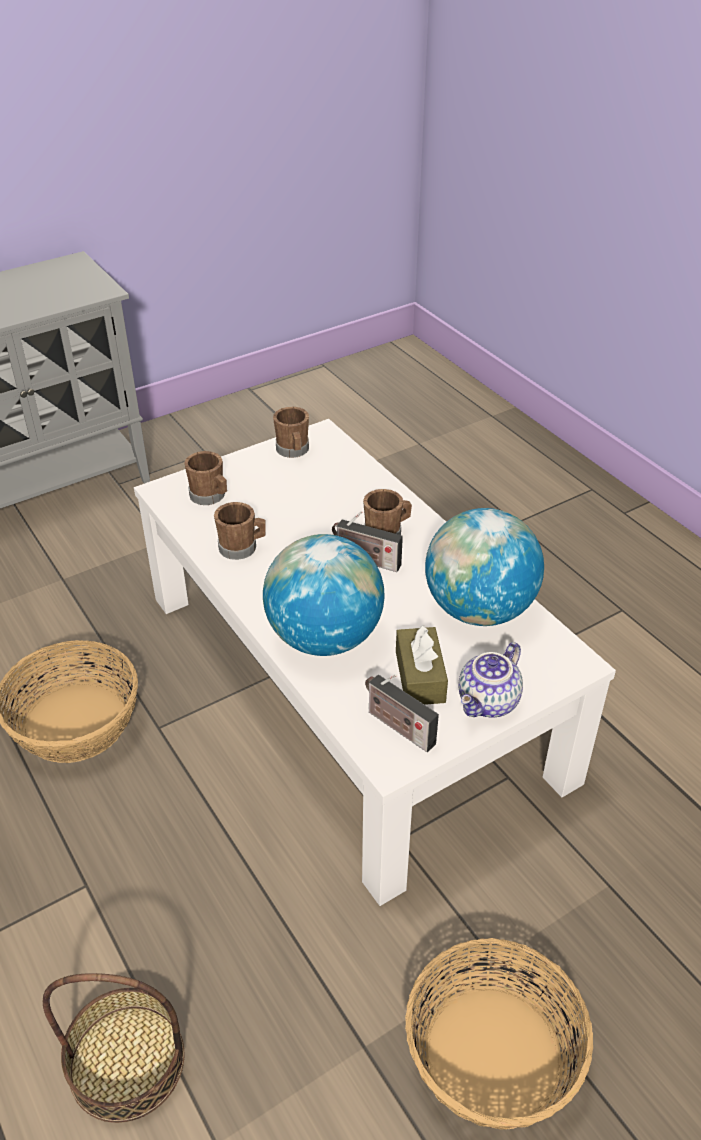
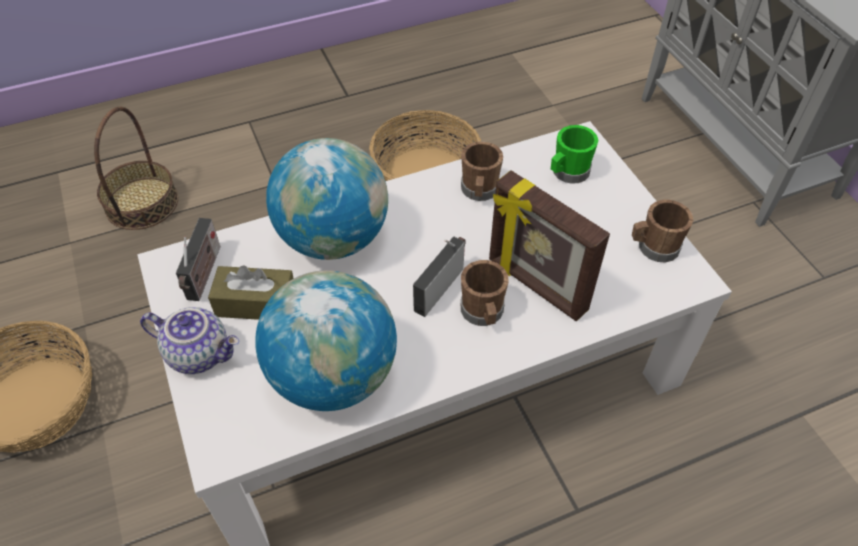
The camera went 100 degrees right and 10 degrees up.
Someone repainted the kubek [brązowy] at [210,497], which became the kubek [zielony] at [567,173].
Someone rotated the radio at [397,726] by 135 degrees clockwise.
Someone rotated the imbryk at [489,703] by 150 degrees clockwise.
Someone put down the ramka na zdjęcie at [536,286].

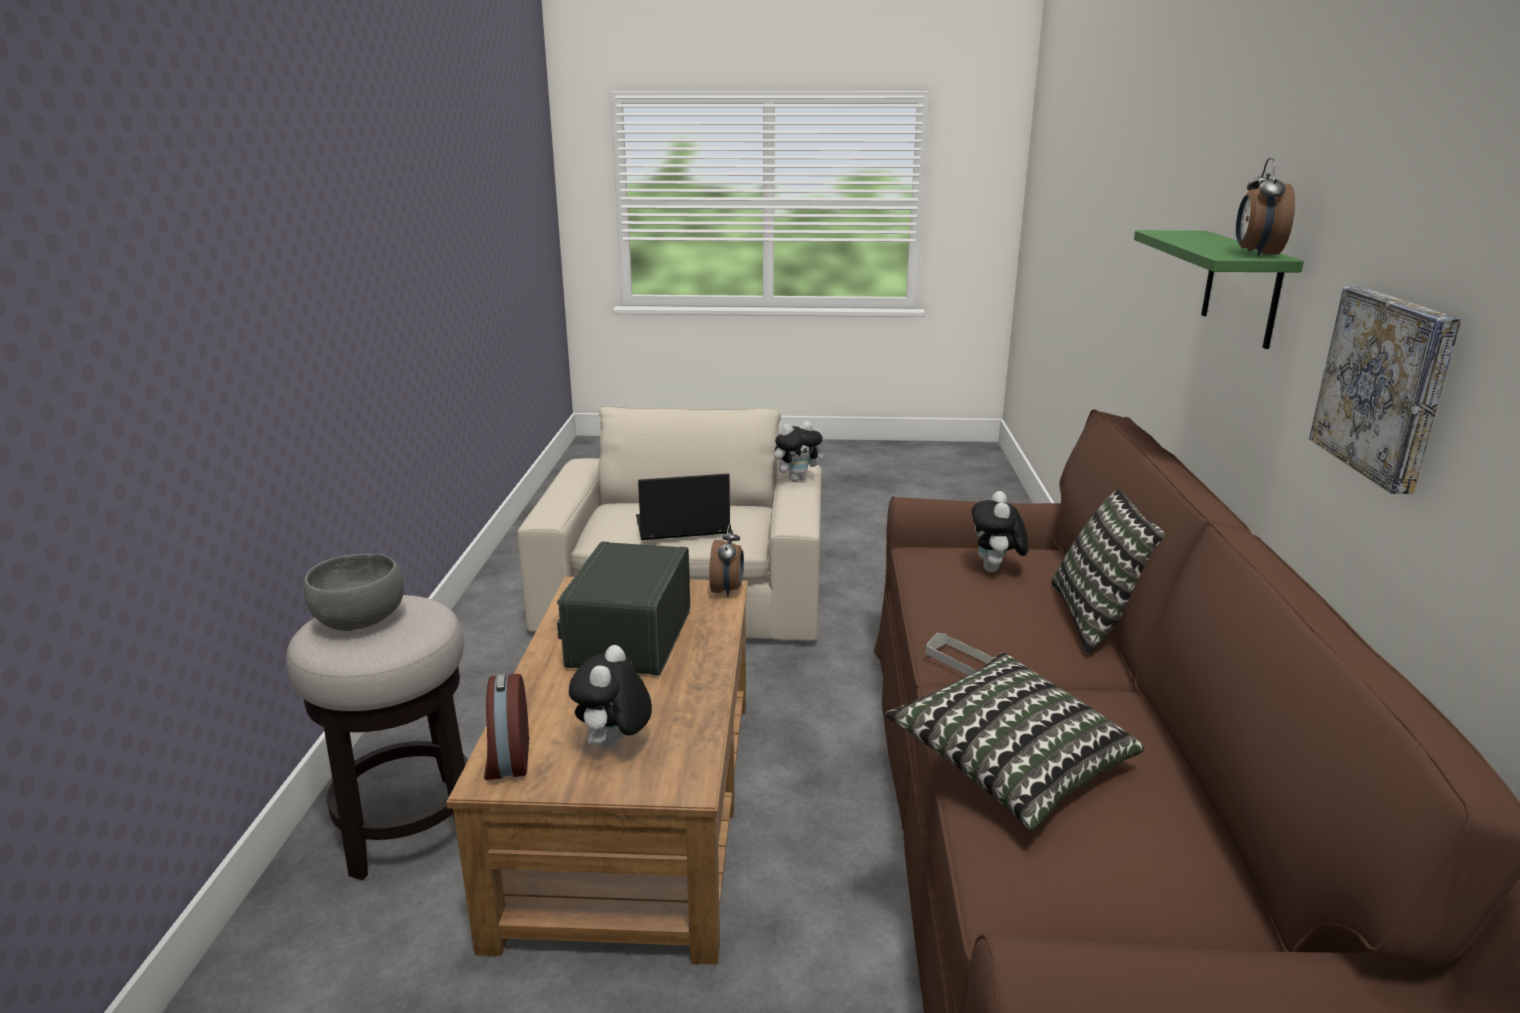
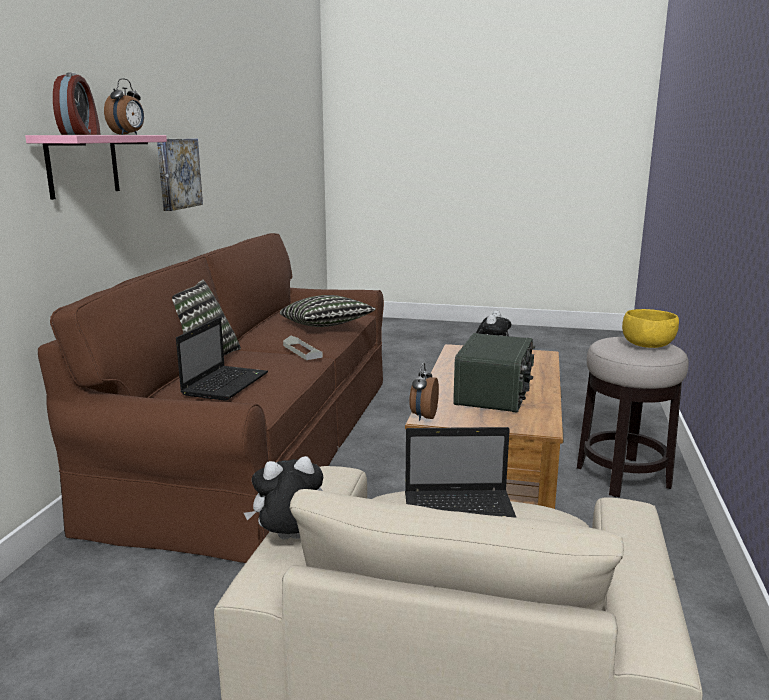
The camera went 170 degrees left and 5 degrees down.
Someone repainted the miska [szary] at [361,620], which became the miska [żółty] at [647,346].
Someone carried the budzik from [507,759] to [81,134].
Someone swapped the pluszak at [995,570] for the laptop at [226,383].
Someone repainted the półka [zielony] at [1241,288], which became the półka [różowy] at [83,165].

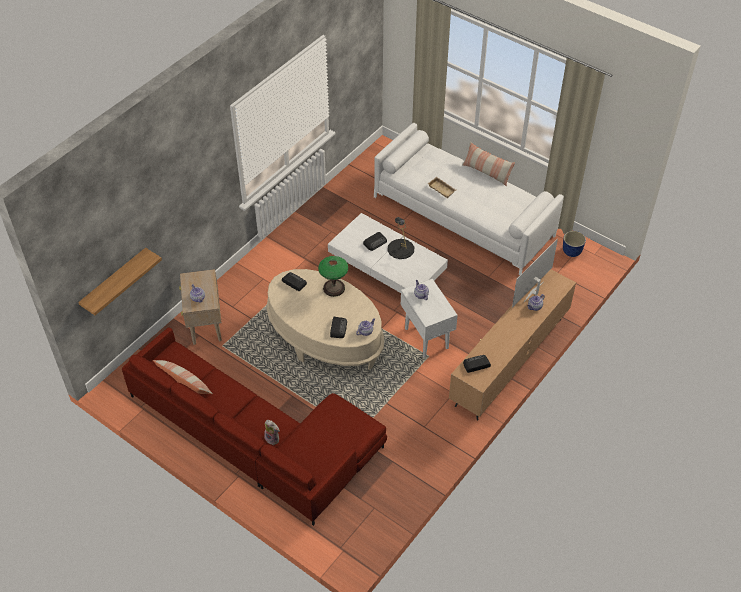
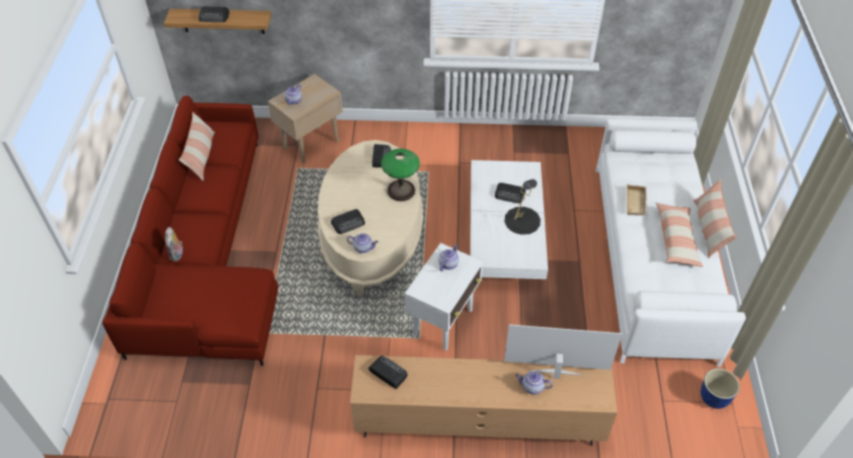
The camera went 55 degrees right and 0 degrees up.
Someone put down the radio at [214,17].
Someone put down the poduszka at [676,240].

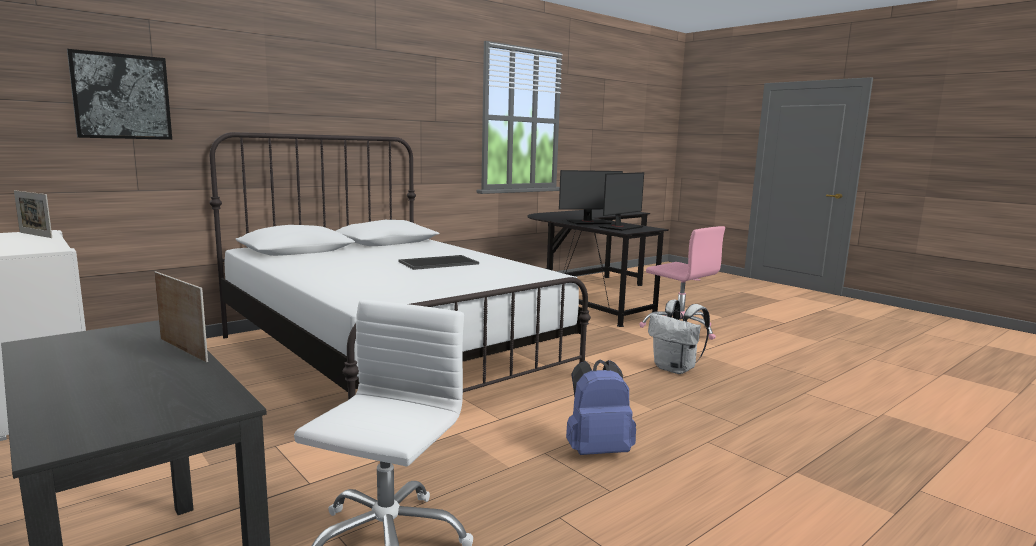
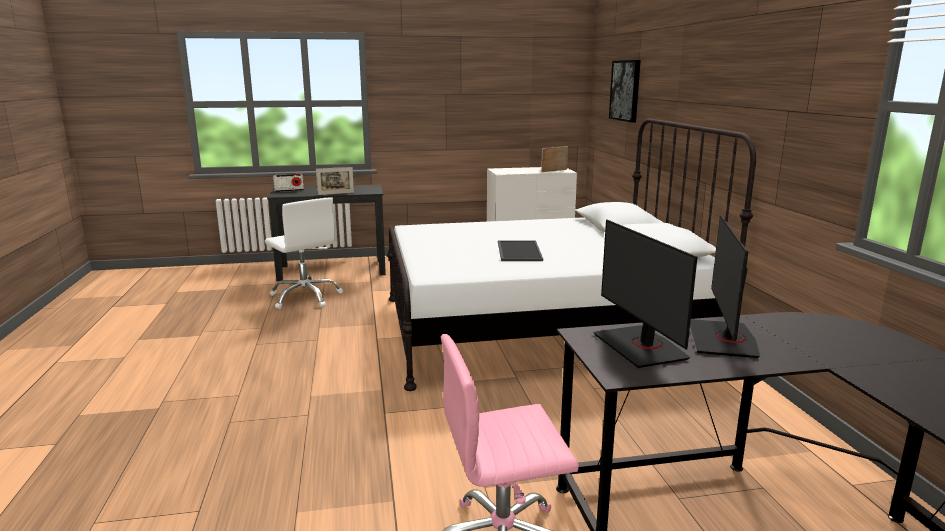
The camera went 120 degrees right and 5 degrees up.
Someone took away the plecak [niebieski] at [596,450].
Someone took away the plecak [biały] at [676,369].
Someone put down the radio at [289,191].

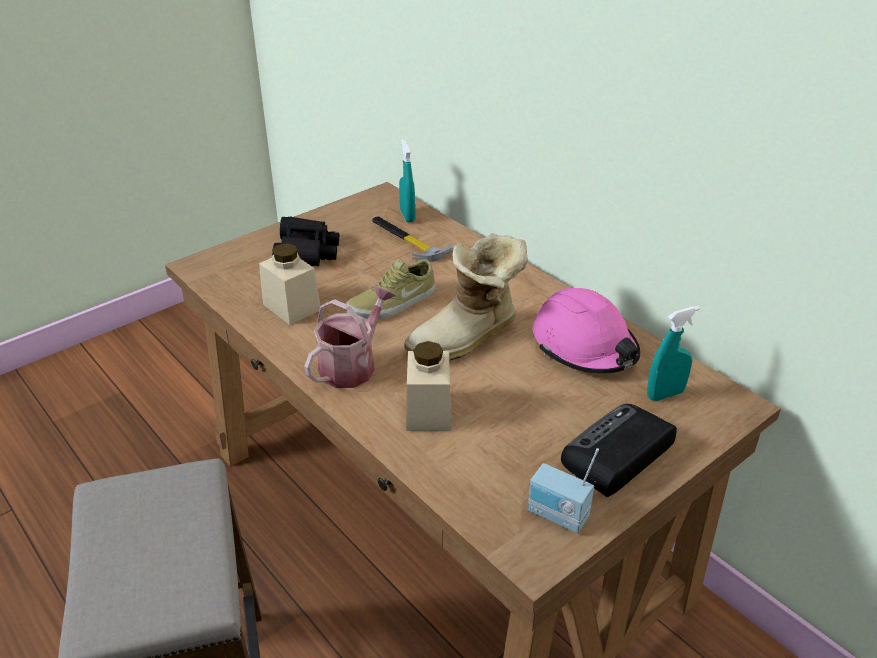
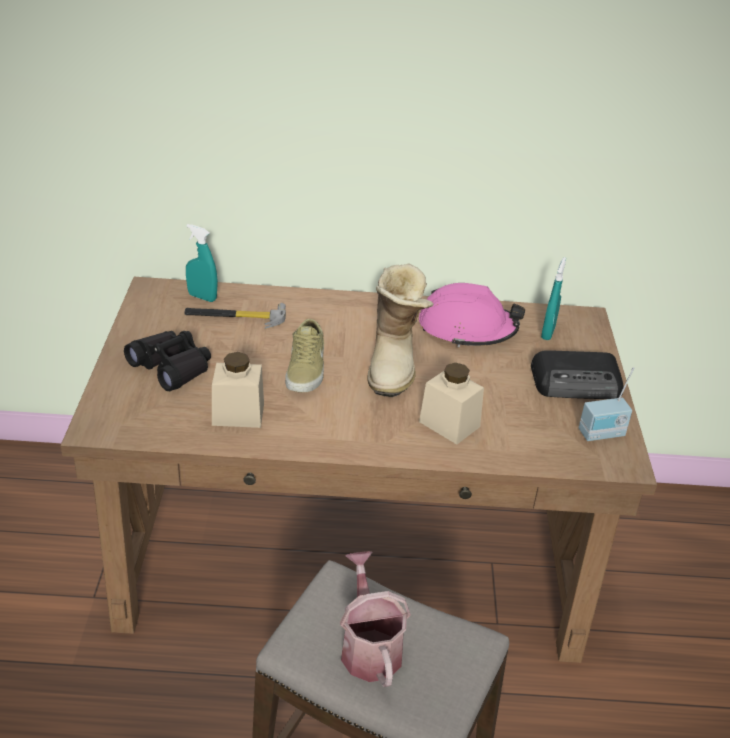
The camera went 50 degrees left and 0 degrees up.
Someone carried the konewka from [352,365] to [369,646].
Someone rotated the radio at [616,455] by 90 degrees counterclockwise.

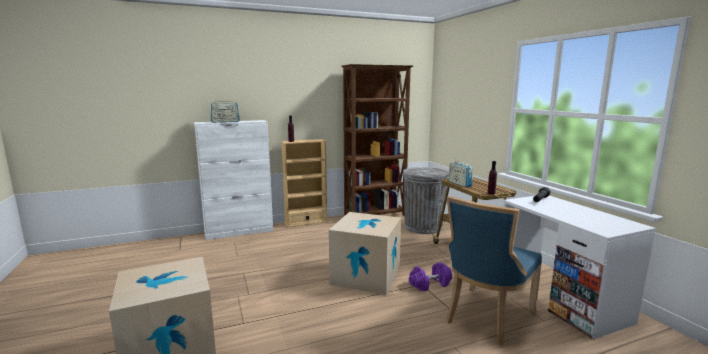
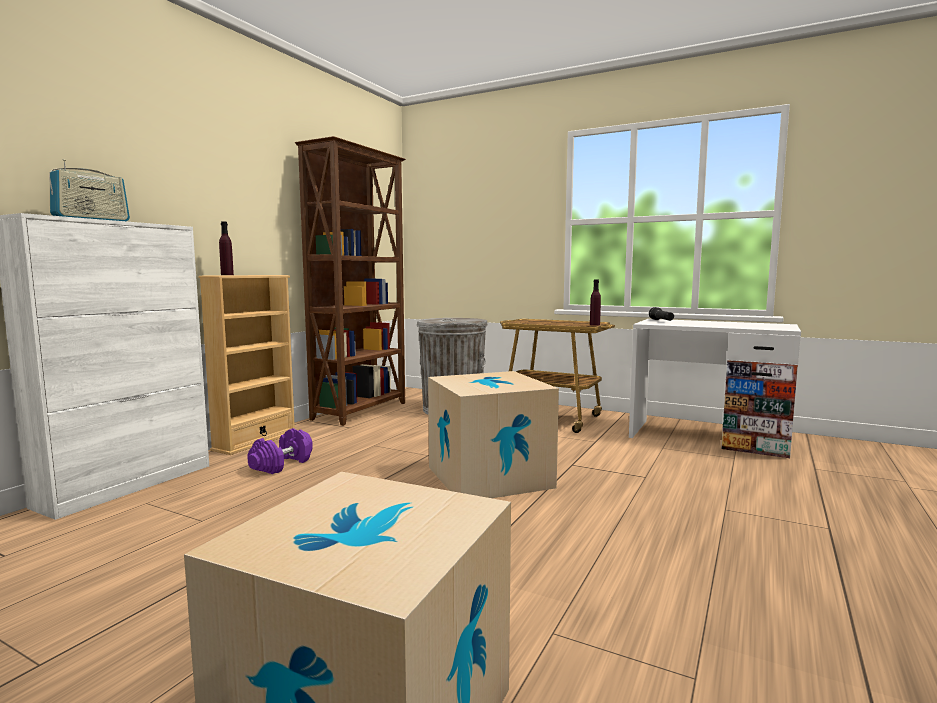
The camera went 40 degrees left and 5 degrees down.
Someone carried the hantel [fioletowy] from [430,284] to [282,465].
Someone took away the krzesło [niebieski] at [486,317].
Someone took away the radio at [459,184].

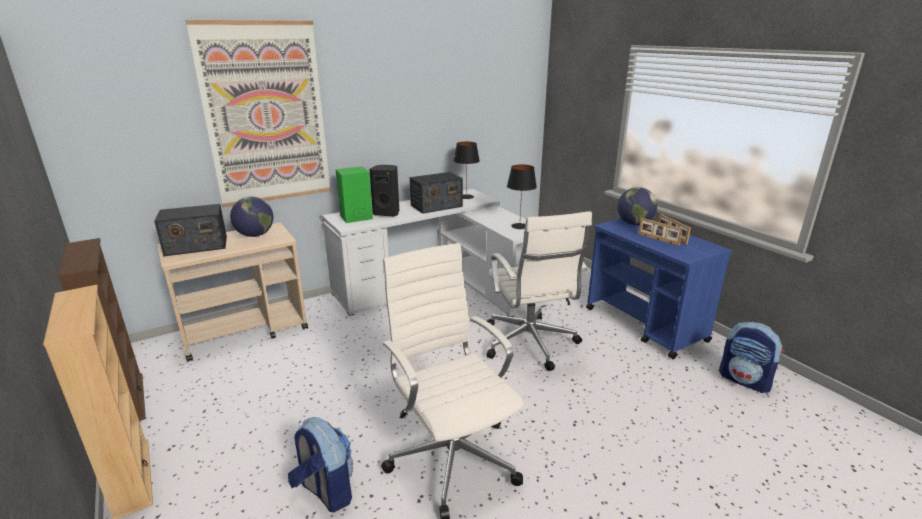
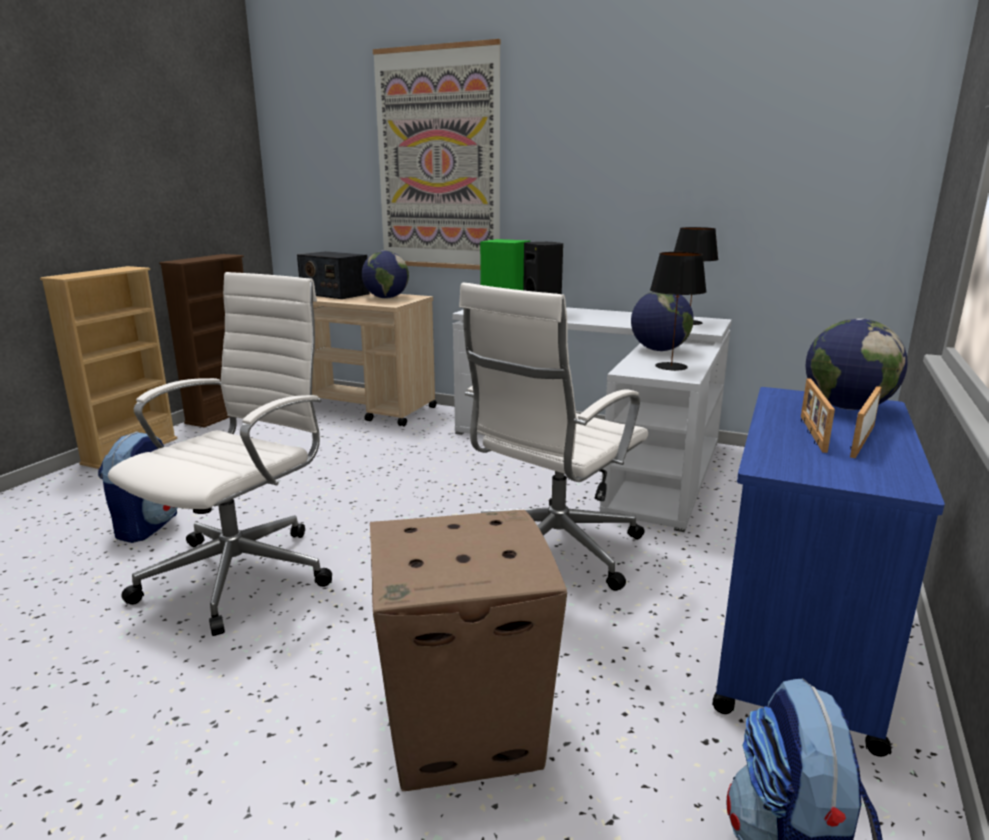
The camera went 55 degrees right and 5 degrees down.
Someone took away the radio at [436,206].
Someone put down the karton at [465,727].
Someone put down the globus at [659,350].

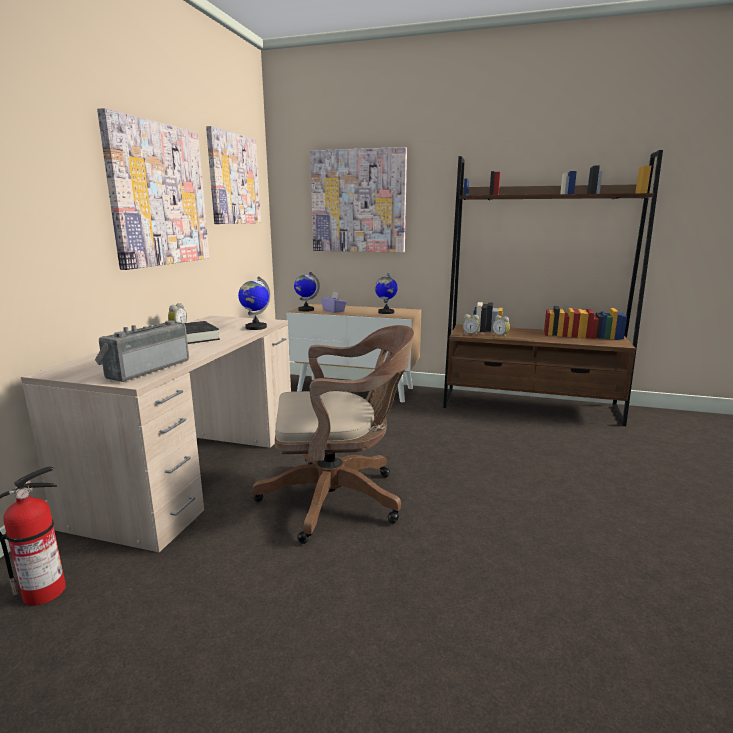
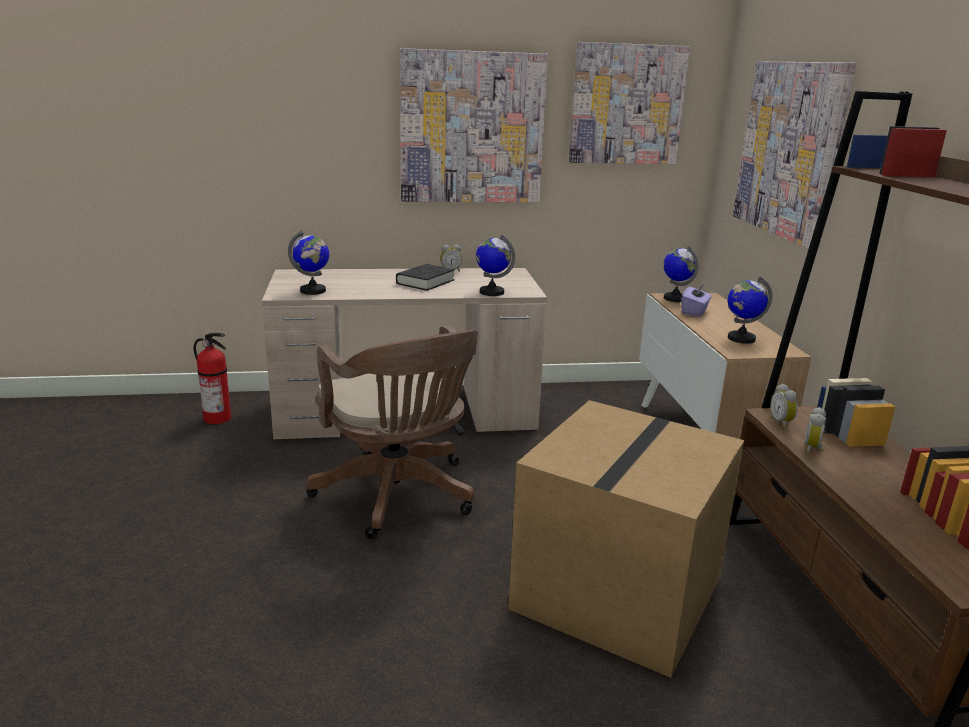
The camera went 65 degrees right and 5 degrees up.
Someone swapped the radio at [146,369] for the globus at [313,291].
Someone put down the karton at [619,595].

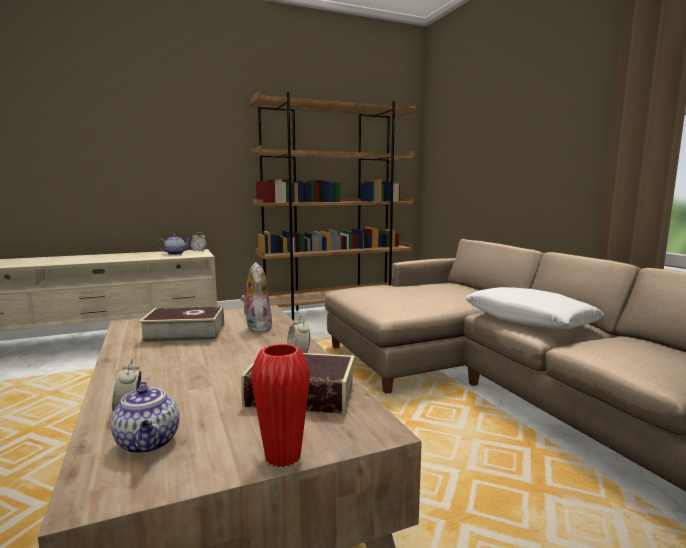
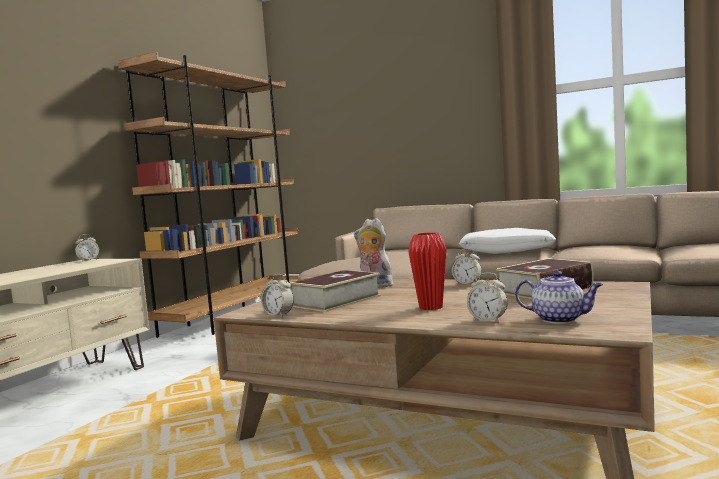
The camera went 40 degrees left and 5 degrees down.
Someone took away the imbryk at [175,253].
Someone carried the wazon [czerwony] from [283,457] to [431,307].
Someone put down the budzik at [278,315].

